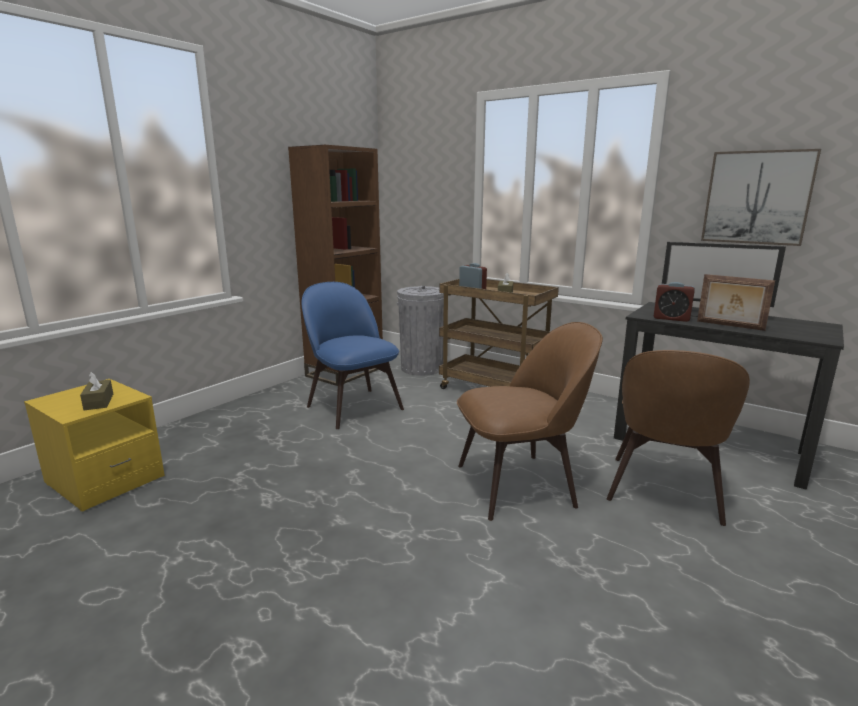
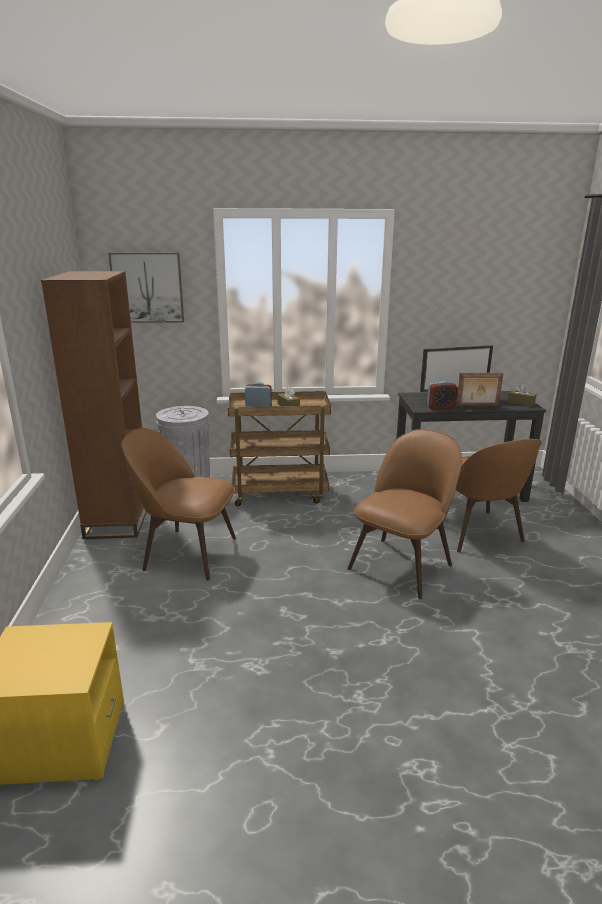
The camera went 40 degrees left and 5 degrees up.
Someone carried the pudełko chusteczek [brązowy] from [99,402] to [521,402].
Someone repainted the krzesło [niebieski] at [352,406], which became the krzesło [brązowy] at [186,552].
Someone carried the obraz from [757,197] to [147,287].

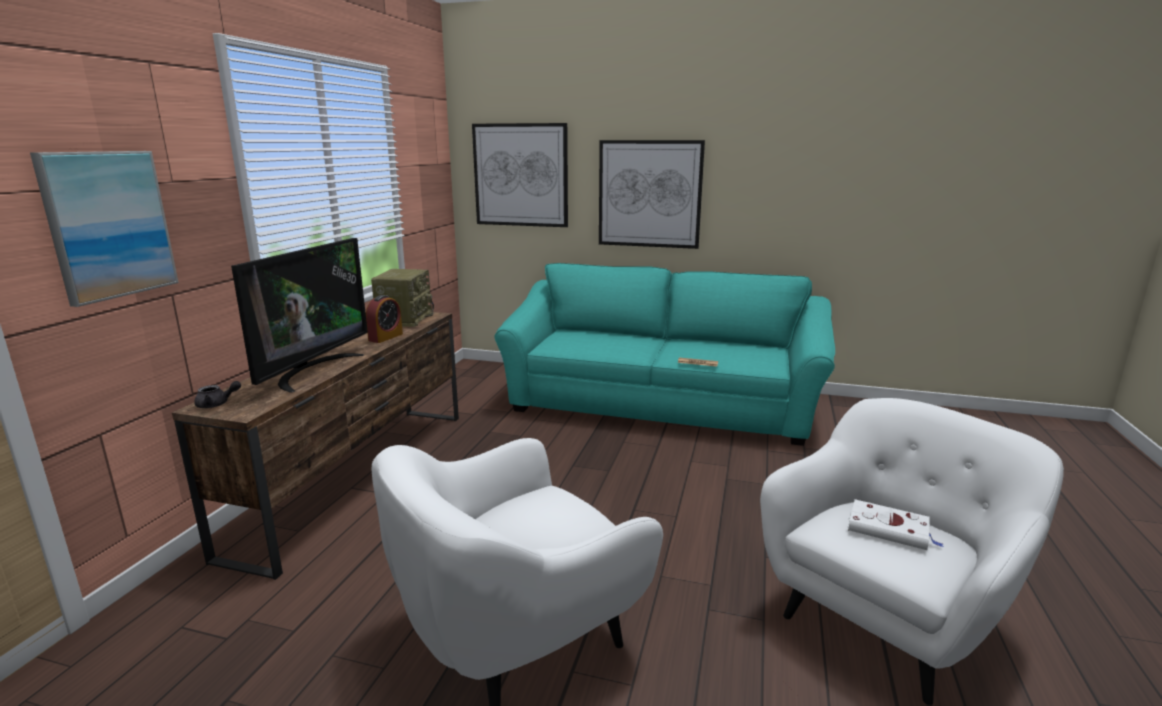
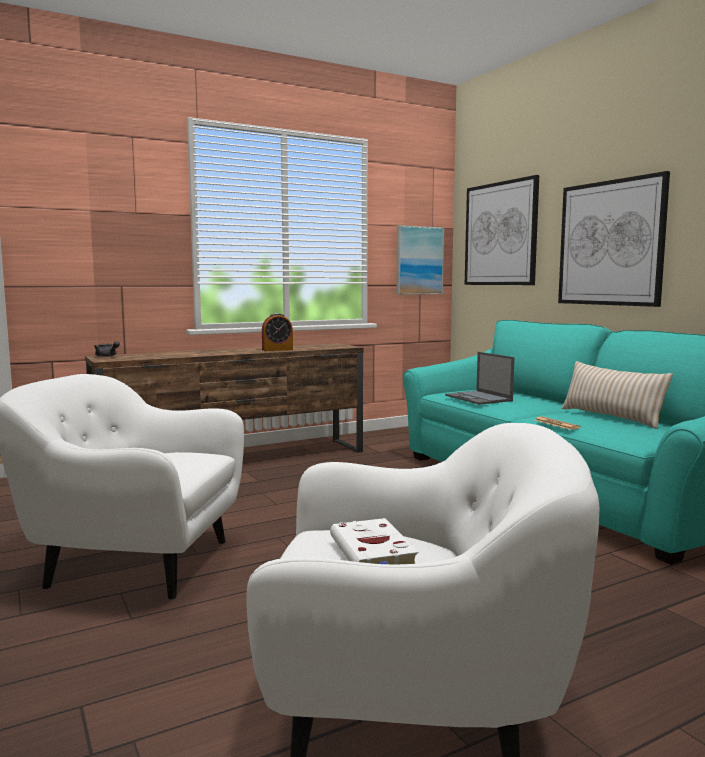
The camera went 45 degrees right and 10 degrees down.
Someone carried the obraz from [108,225] to [419,260].
Someone took away the telewizor at [312,370].
Someone took away the radio at [404,319].
Someone put down the laptop at [479,398].
Someone put down the poduszka [beżowy] at [611,417].

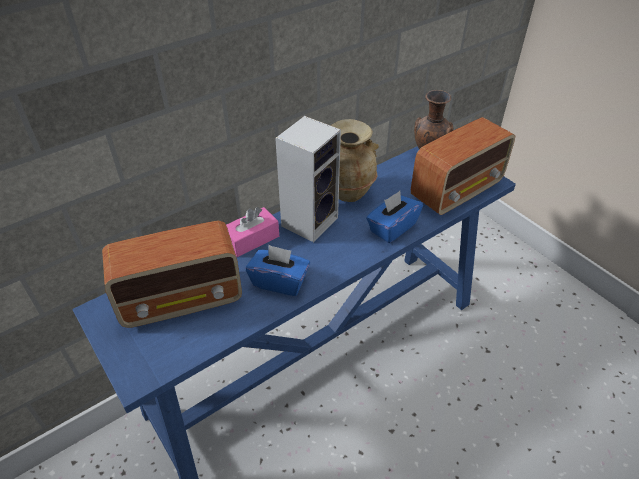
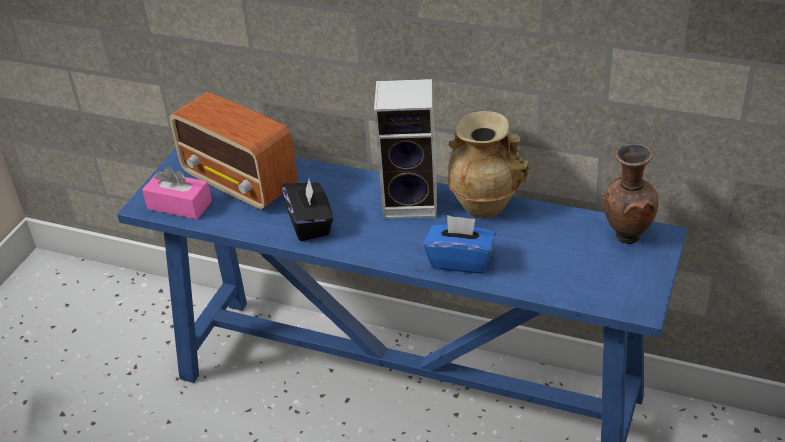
The camera went 60 degrees right and 5 degrees down.
Someone carried the pudełko chusteczek [różowy] from [251,239] to [179,205].
Someone repainted the pudełko chusteczek [niebieski] at [279,281], which became the pudełko chusteczek [czarny] at [310,223].
Someone took away the radio at [457,190].

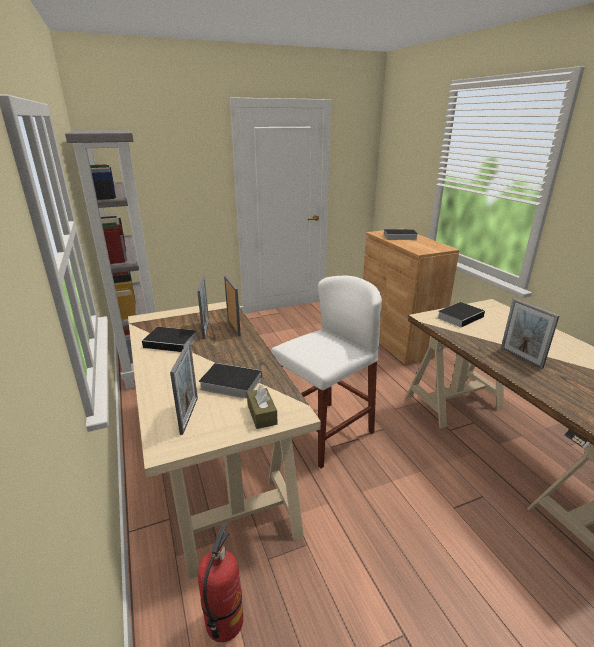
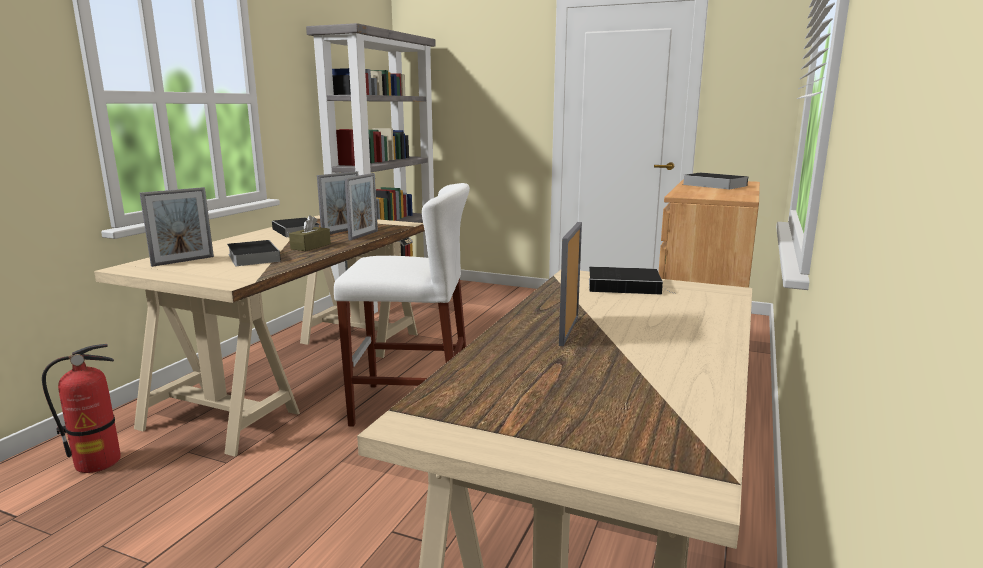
The camera went 45 degrees right and 10 degrees down.
Someone carried the pudełko chusteczek [brązowy] from [262,414] to [310,246].

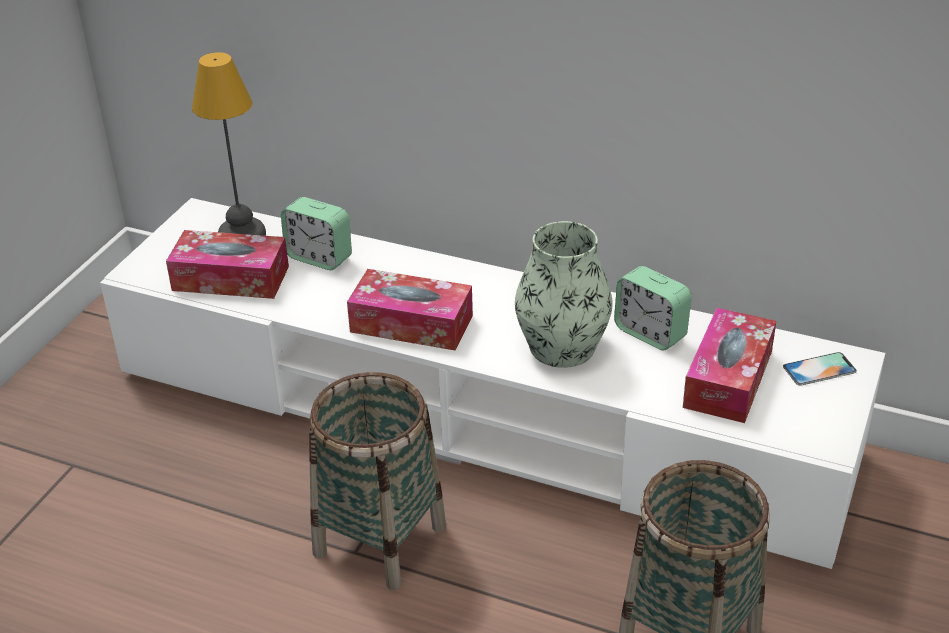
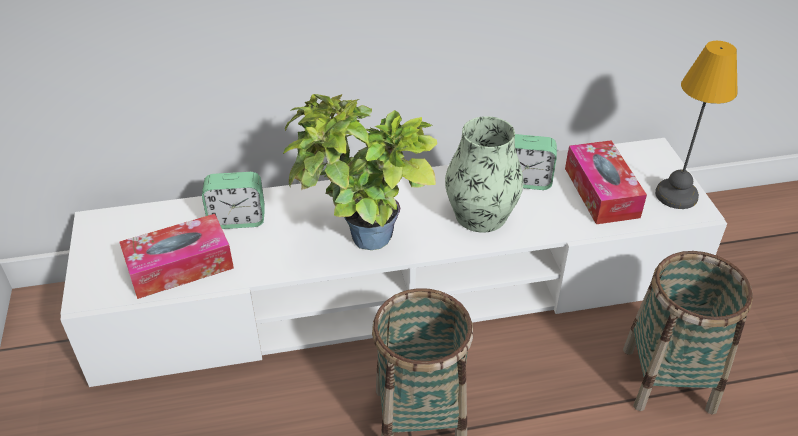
The camera went 35 degrees left and 5 degrees up.
Someone carried the lampa stołowa from [243,235] to [677,195].
Someone swapped the pudełko chusteczek at [411,324] for the roślina doniczkowa at [361,242].
Someone took away the telefon at [819,369].

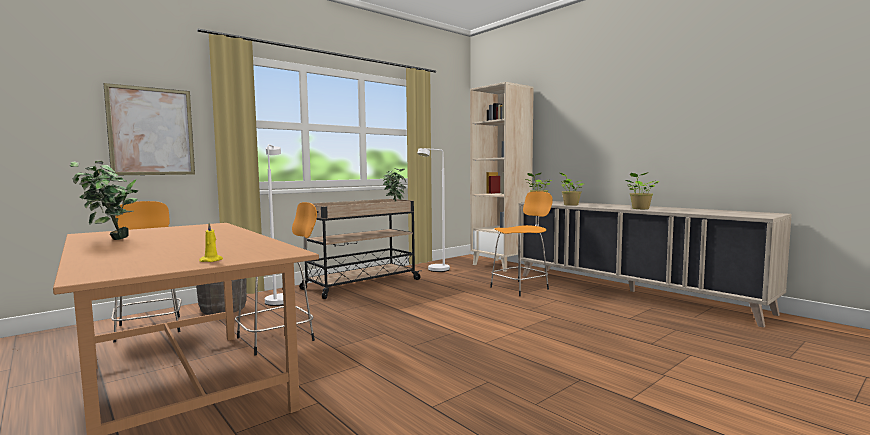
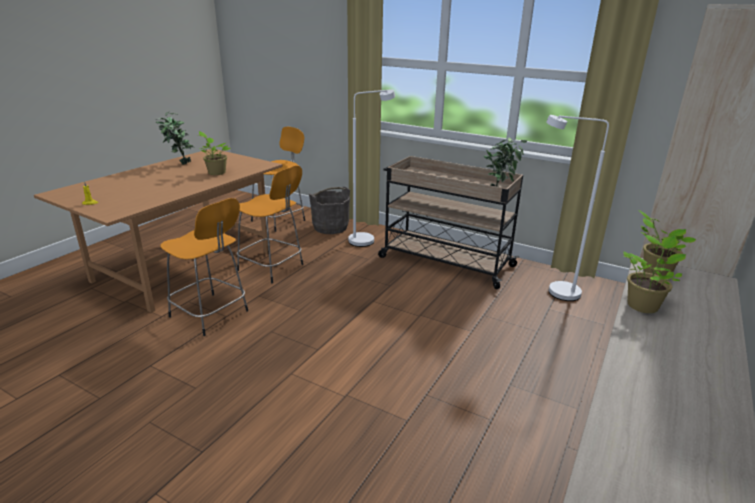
The camera went 70 degrees right and 20 degrees up.
Someone took away the obraz at [151,131].
Someone carried the stołek [pomarańczowy] from [520,288] to [211,315].
Someone carried the roślina doniczkowa from [640,208] to [216,172].

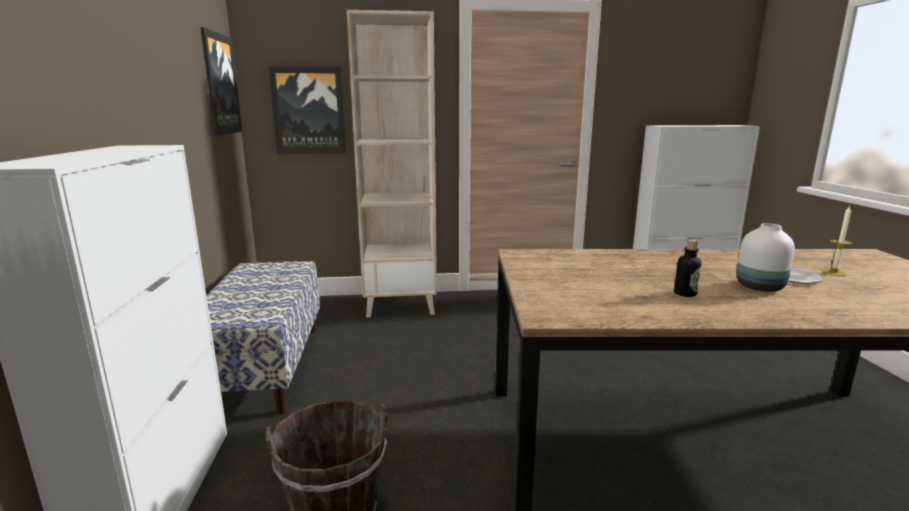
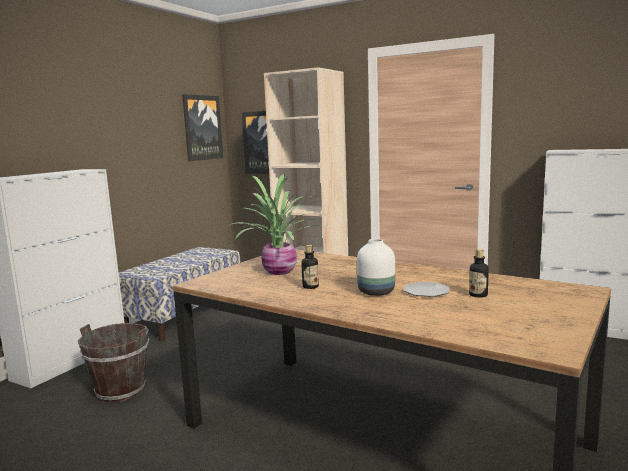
The camera went 35 degrees right and 5 degrees down.
Someone swapped the świeca at [834,273] for the butelka at [478,295].
Someone put down the roślina doniczkowa at [280,271].

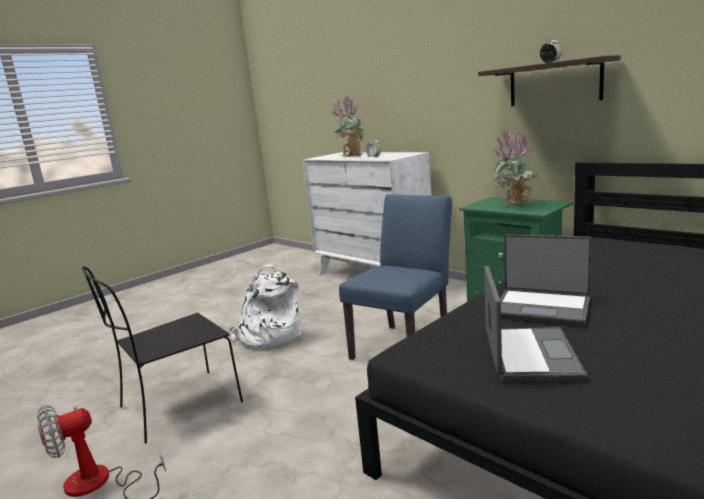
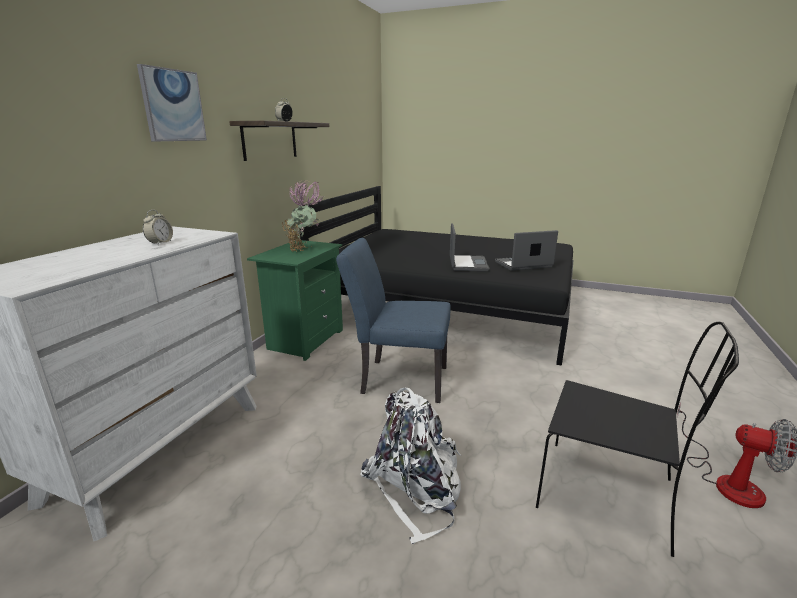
The camera went 115 degrees left and 5 degrees up.
Someone took away the roślina doniczkowa at [350,156].
Someone put up the obraz at [173,105].

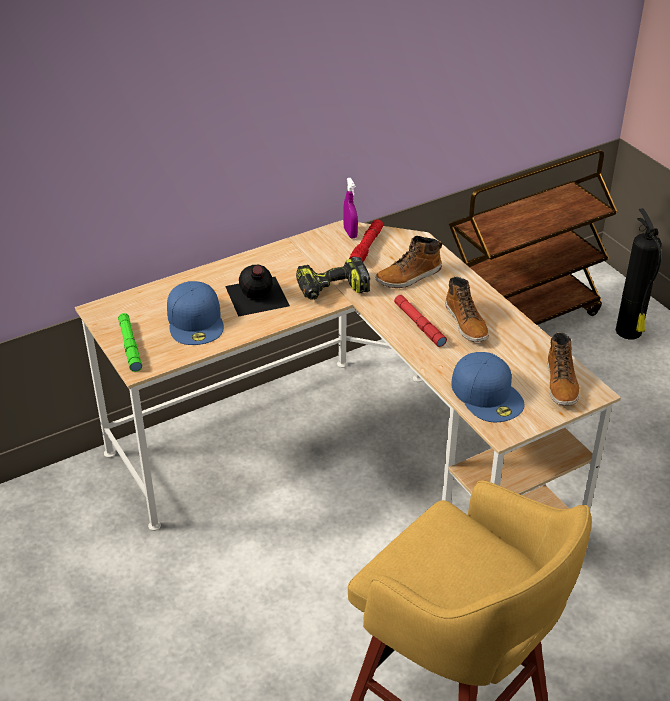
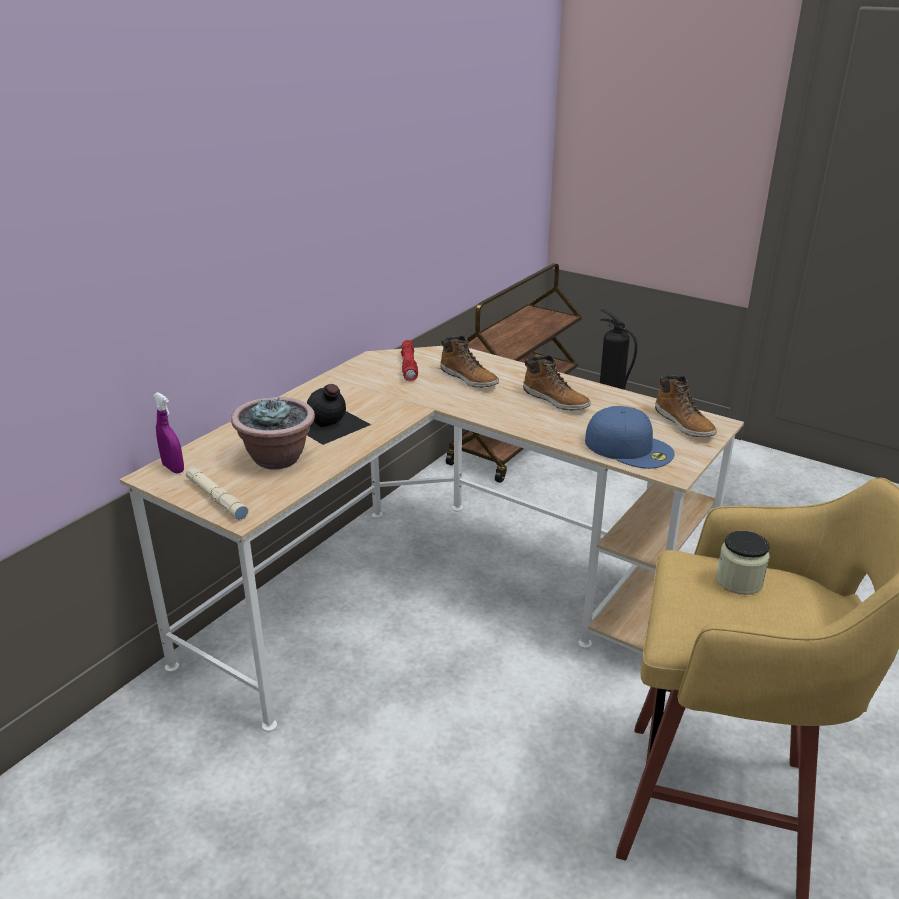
The camera went 25 degrees left and 10 degrees down.
Someone repainted the latarka [zielony] at [130,346], which became the latarka [beżowy] at [216,498].
Someone swapped the czapka z daszkiem [niebieski] at [196,320] for the roślina doniczkowa at [278,458].
Someone took away the wiertarka at [332,290].
Someone carried the spryskiwacz [fioletowy] from [350,233] to [173,468].
Someone rotated the but z cholewką at [409,276] by 75 degrees counterclockwise.
Someone took away the latarka [czerwony] at [419,324].
Someone put down the słoik at [739,581].

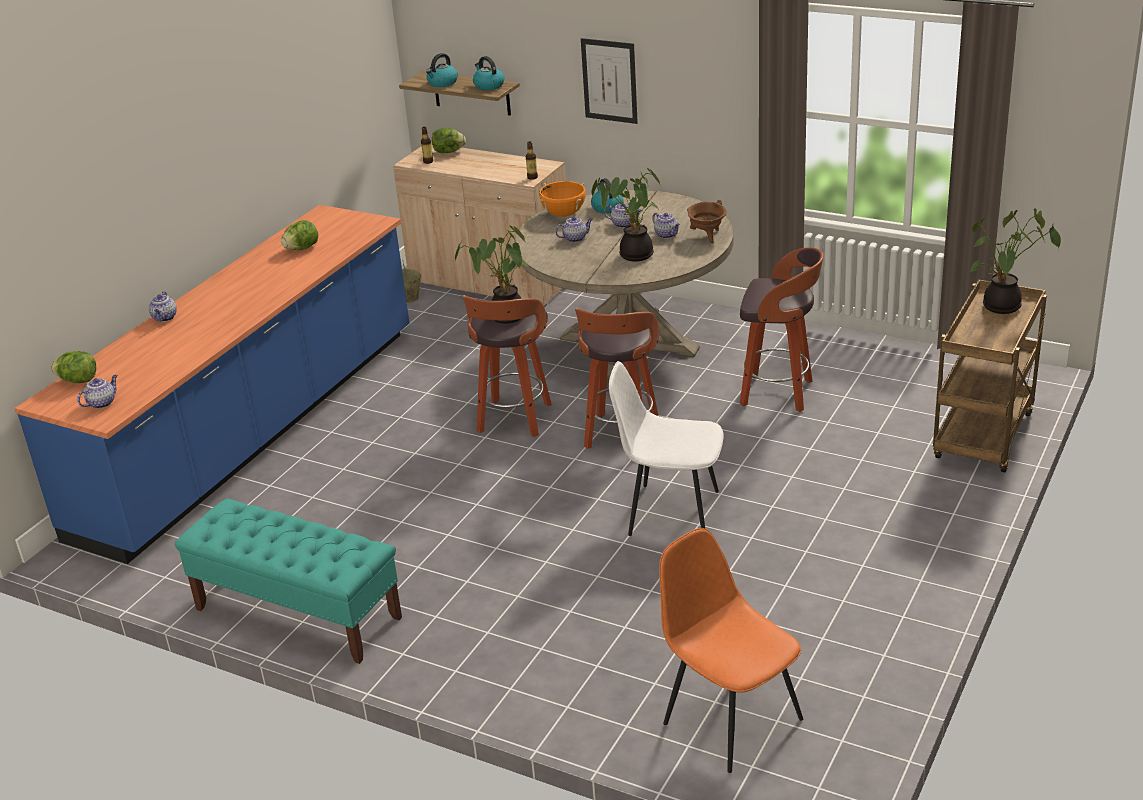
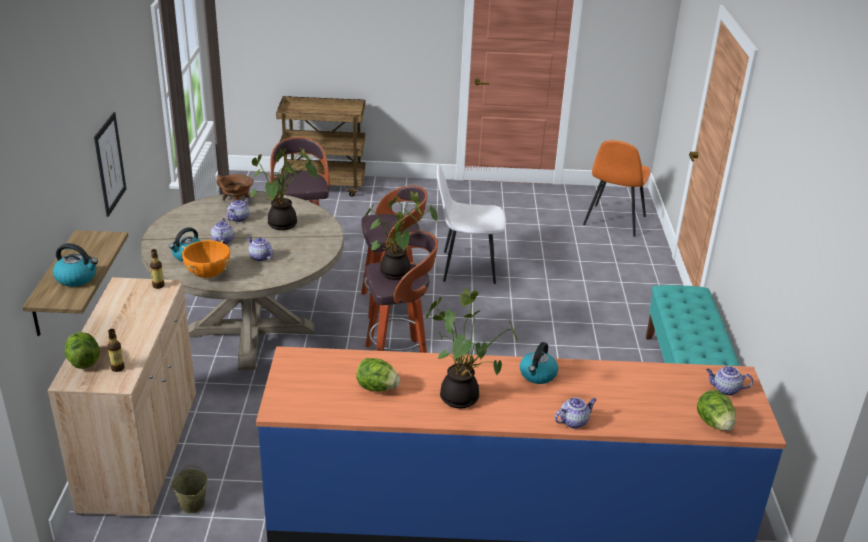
The camera went 120 degrees left and 0 degrees up.
Someone carried the czajnik from [488,86] to [537,375].
Someone rotated the krzesło [biały] at [670,512] by 105 degrees clockwise.
Someone carried the roślina doniczkowa from [1002,308] to [462,396].

